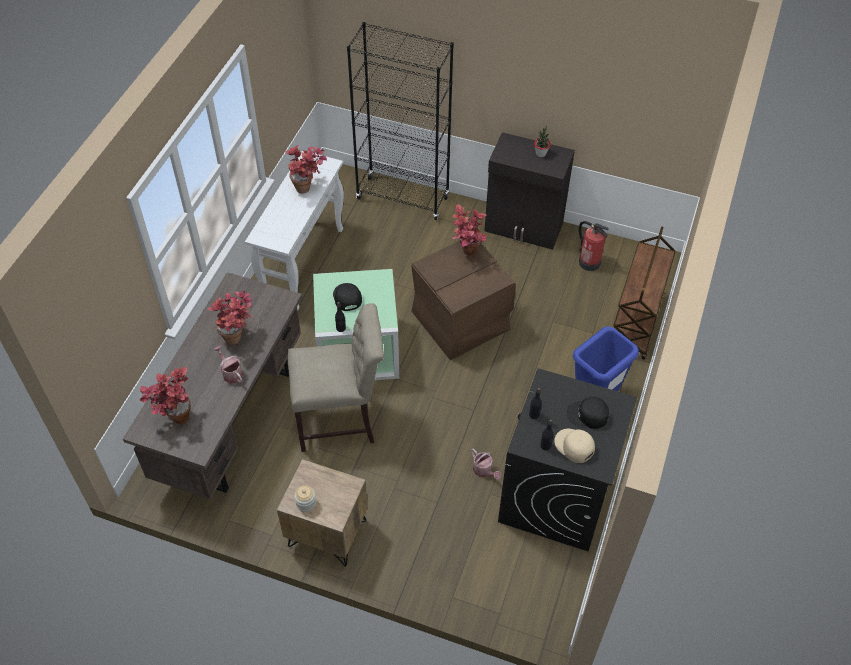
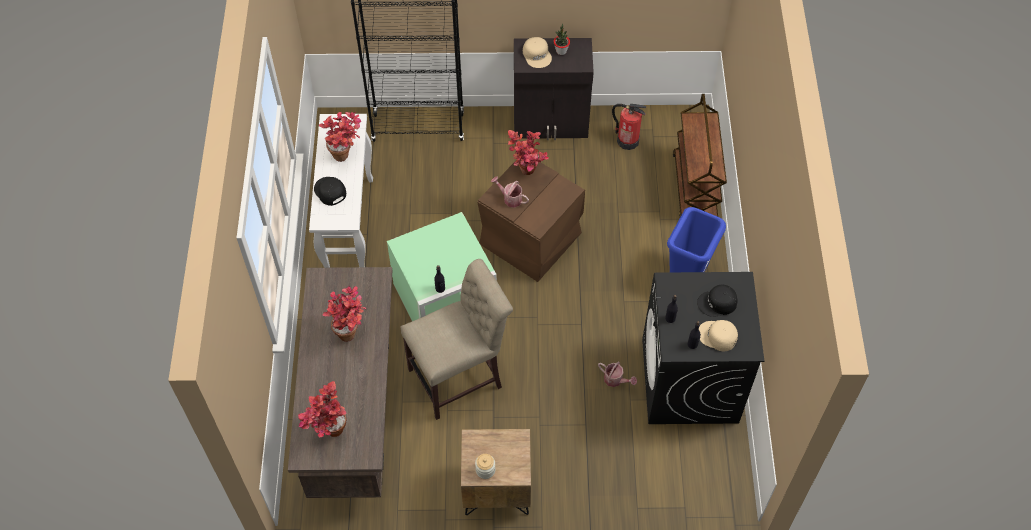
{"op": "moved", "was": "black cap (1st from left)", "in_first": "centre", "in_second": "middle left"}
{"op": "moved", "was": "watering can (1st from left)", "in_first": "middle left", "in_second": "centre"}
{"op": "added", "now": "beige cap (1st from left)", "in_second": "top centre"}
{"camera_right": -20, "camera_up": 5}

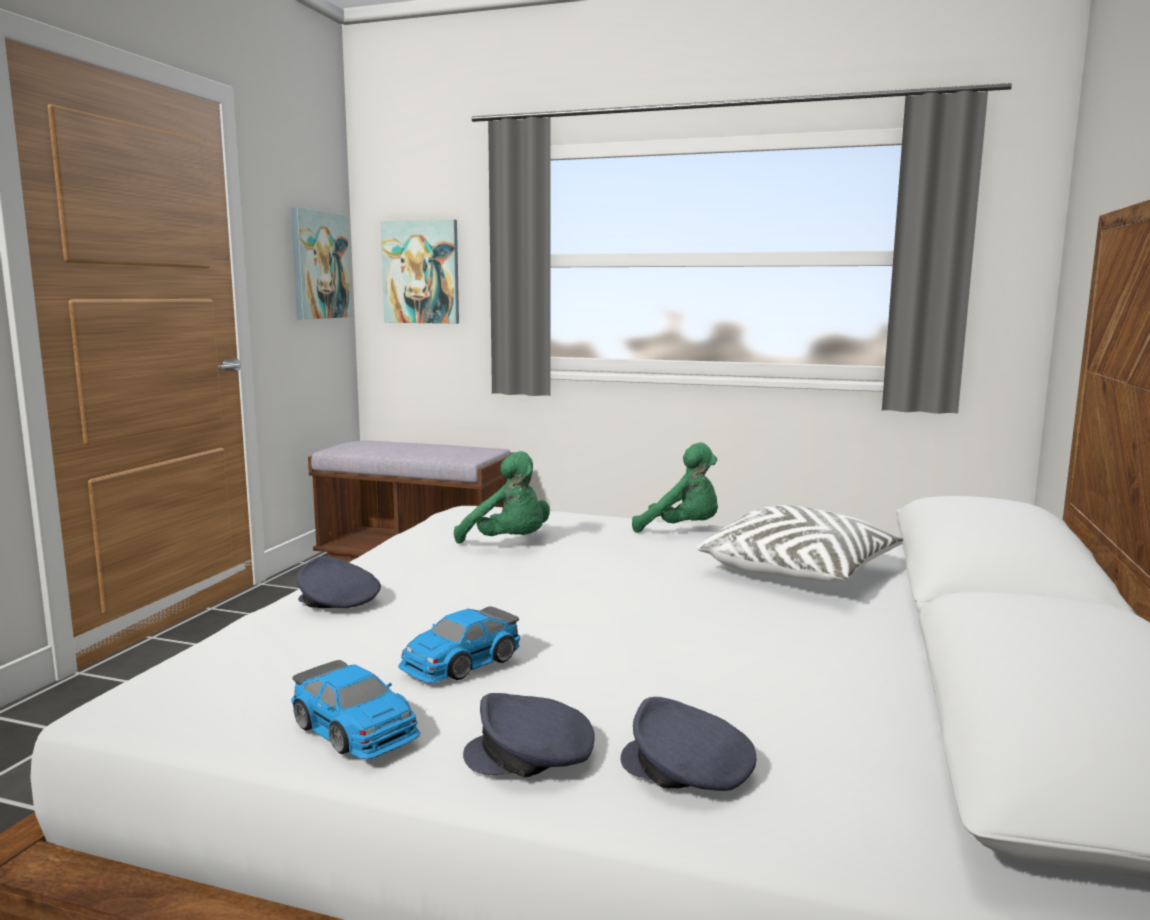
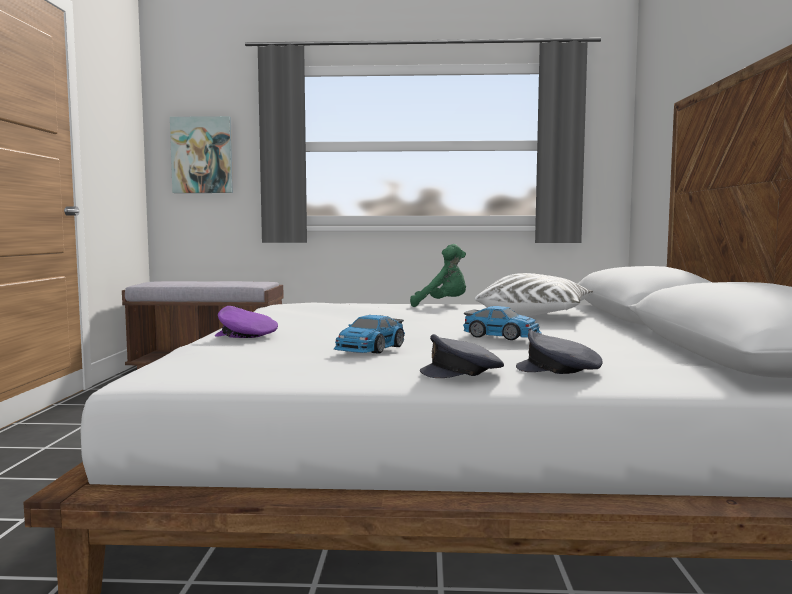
{"op": "recoloured", "was": "grey cap (1st from left)", "now": "purple cap", "in_first": "middle left", "in_second": "middle left"}
{"op": "moved", "was": "toy car (1st from left in the first image)", "now": "toy car (2nd from left)", "in_first": "bottom left", "in_second": "centre"}
{"op": "removed", "was": "picture (1st from left)", "in_first": "top left"}
{"op": "removed", "was": "green plush toy (1st from left)", "in_first": "centre"}
{"camera_right": -15, "camera_up": -5}

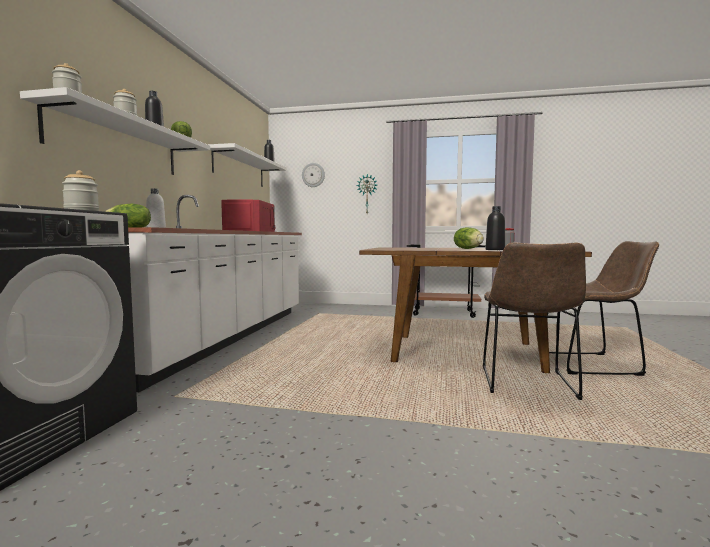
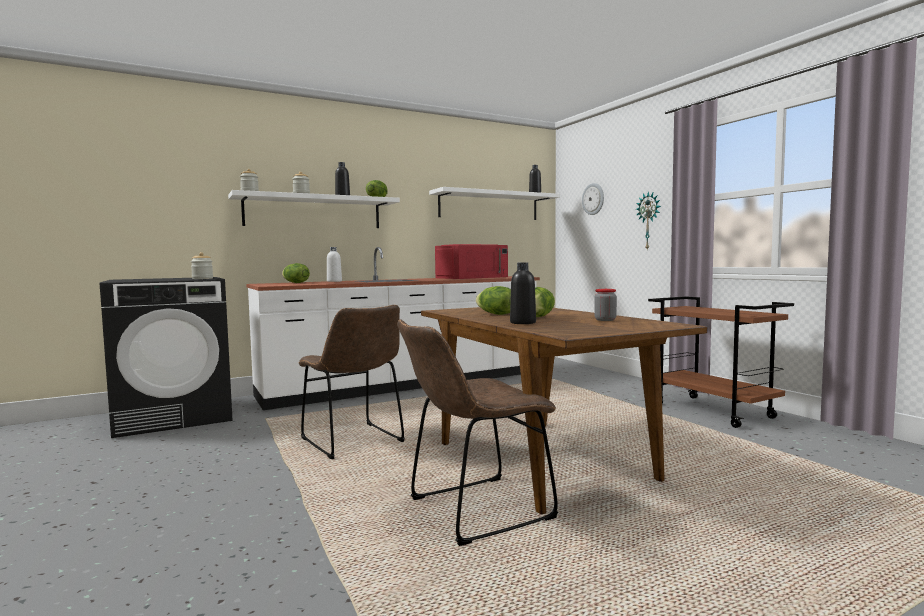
{"op": "moved", "was": "brown chair (2nd from left in the first image)", "now": "brown chair (1st from left)", "in_first": "middle right", "in_second": "centre"}
{"op": "added", "now": "lettuce (3rd from left)", "in_second": "centre"}
{"camera_right": 50, "camera_up": 0}

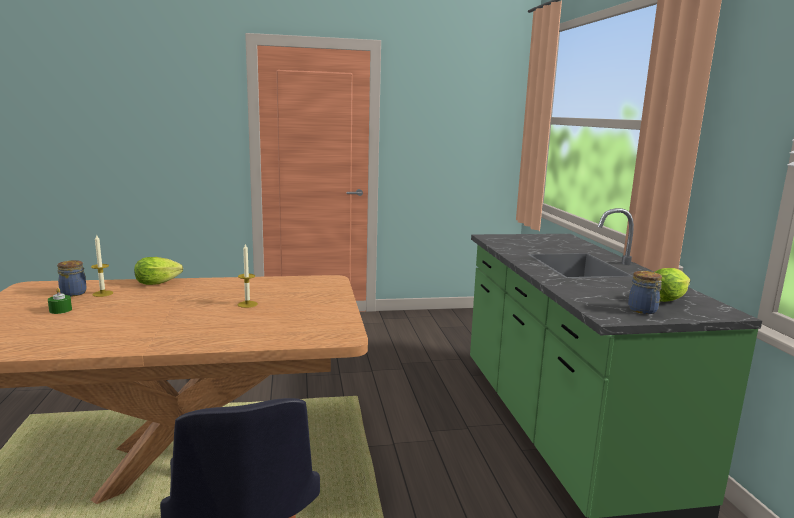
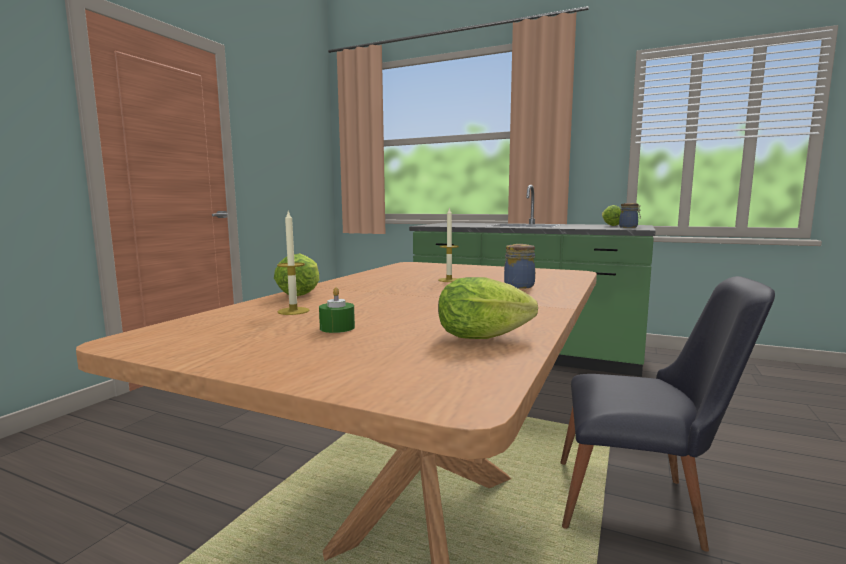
{"op": "added", "now": "lettuce (2nd from left)", "in_second": "centre"}
{"op": "moved", "was": "jar (1st from left)", "in_first": "middle left", "in_second": "centre"}
{"camera_right": -55, "camera_up": -5}

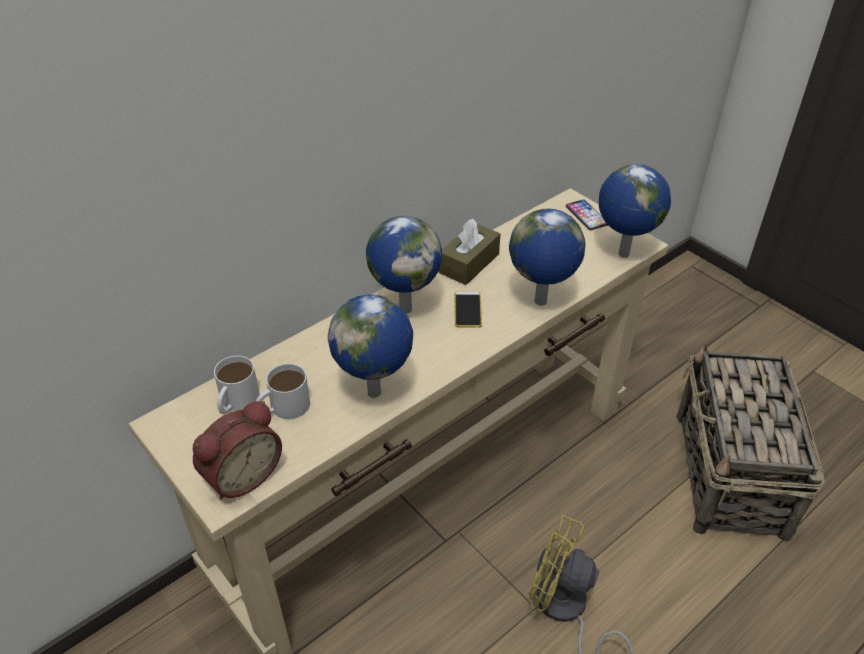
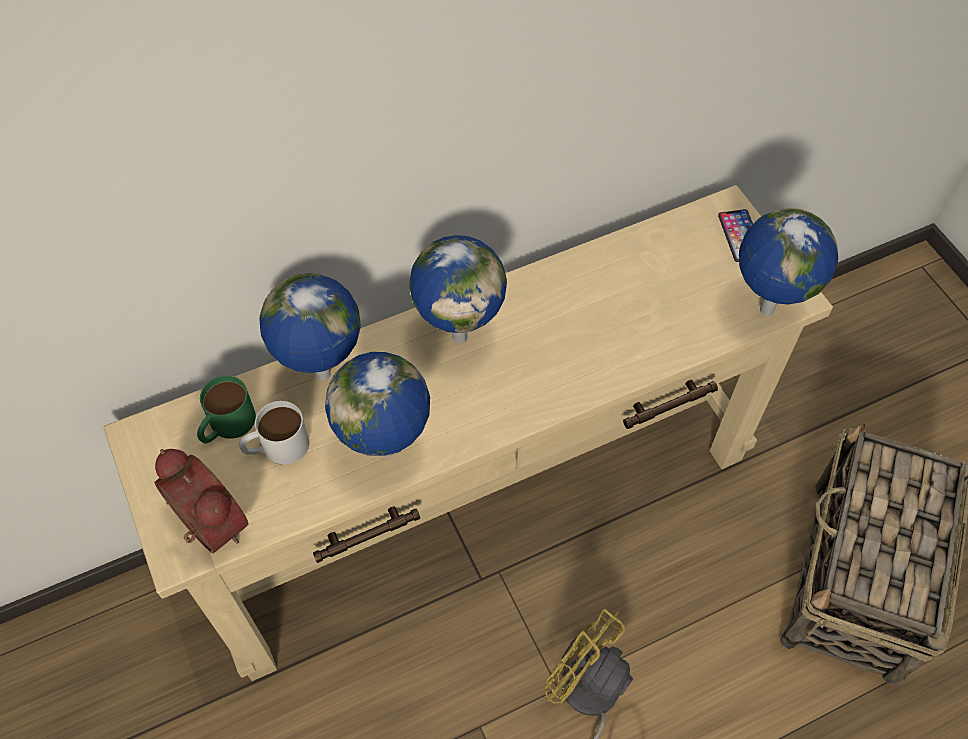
{"op": "turned", "was": "alarm clock", "in_first": "bottom left", "in_second": "bottom left", "clockwise": -105}
{"op": "recoloured", "was": "white mug (1st from left)", "now": "green mug", "in_first": "middle left", "in_second": "middle left"}
{"op": "moved", "was": "globe (3rd from left in the first image)", "now": "globe (1st from left)", "in_first": "centre", "in_second": "middle left"}
{"op": "removed", "was": "brown tissue box", "in_first": "centre"}
{"op": "removed", "was": "phone (1st from left)", "in_first": "centre"}
{"camera_right": 15, "camera_up": 15}

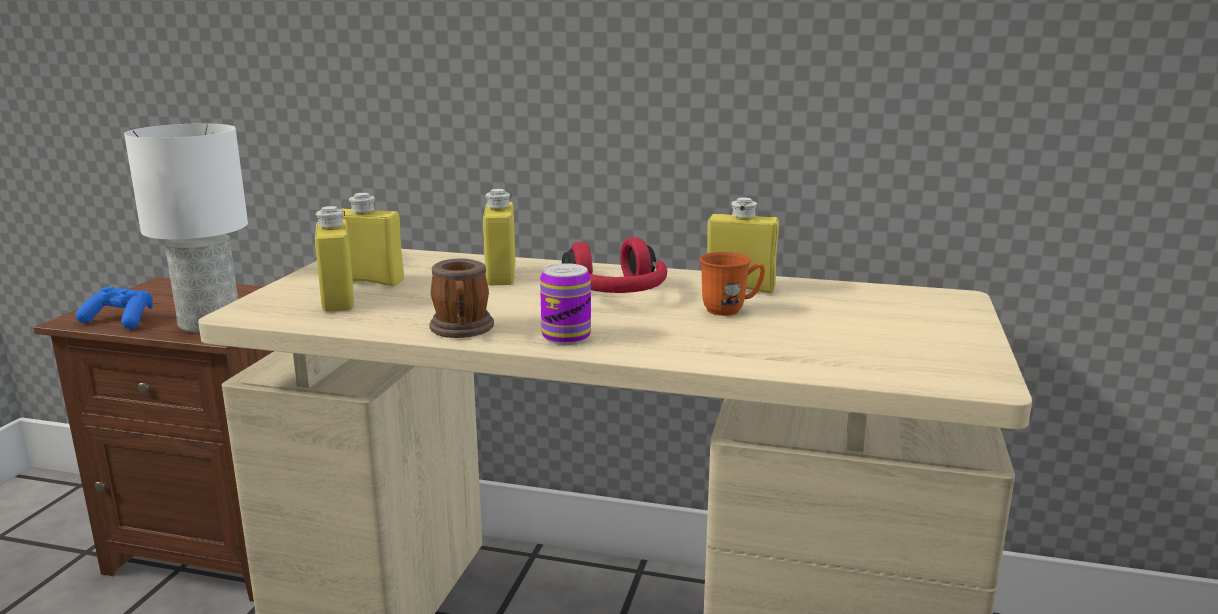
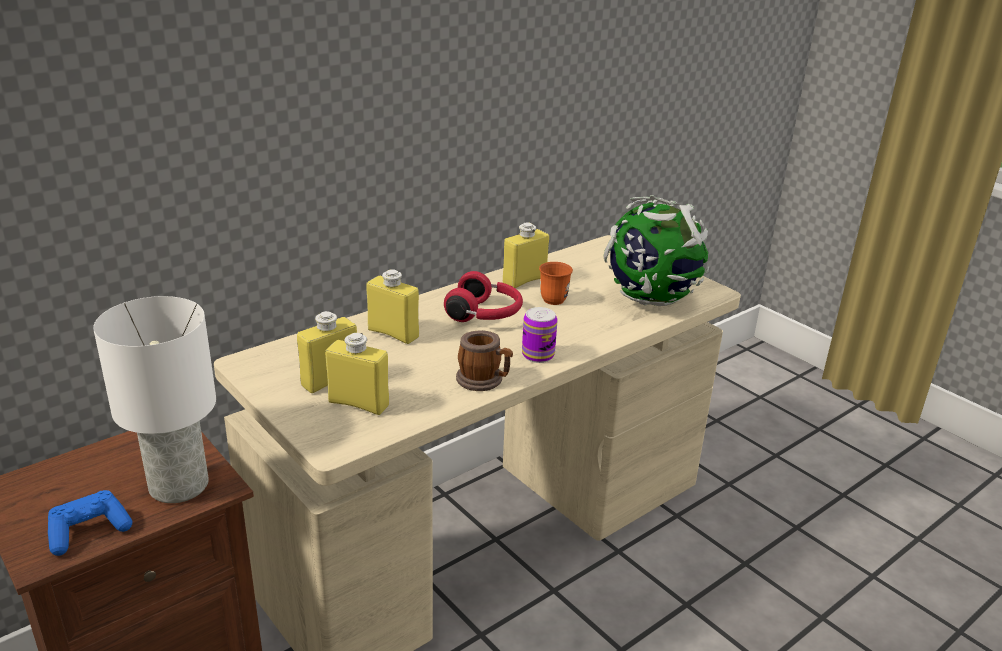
{"op": "added", "now": "globe", "in_second": "centre"}
{"camera_right": -55, "camera_up": 10}

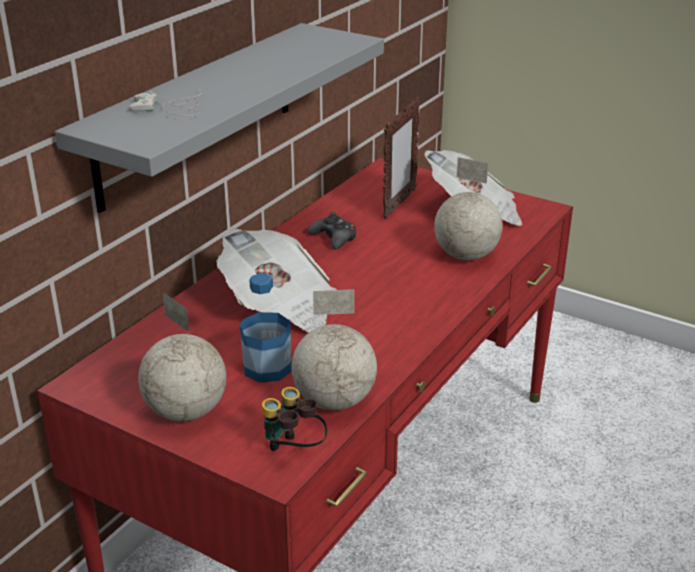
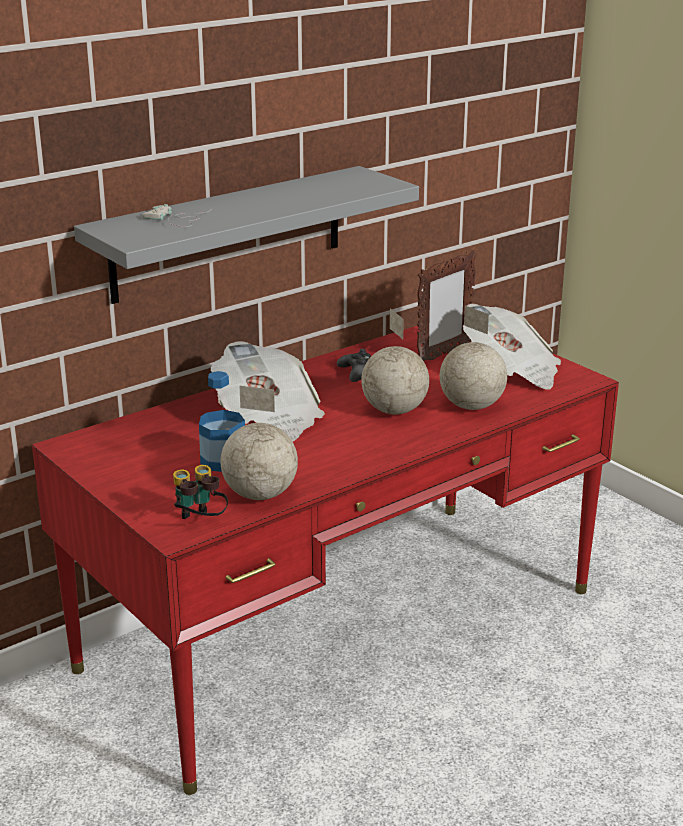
{"op": "moved", "was": "globe (1st from left in the first image)", "now": "globe (2nd from left)", "in_first": "middle left", "in_second": "centre"}
{"camera_right": 20, "camera_up": -5}

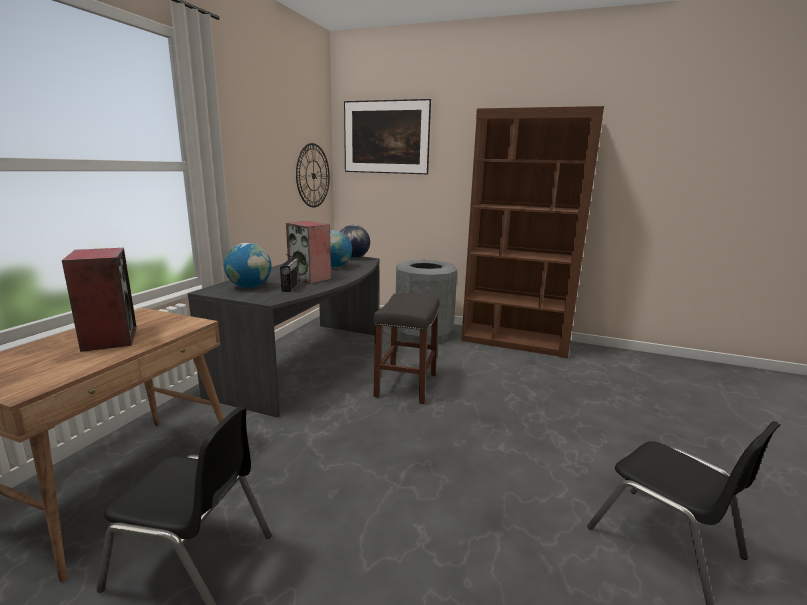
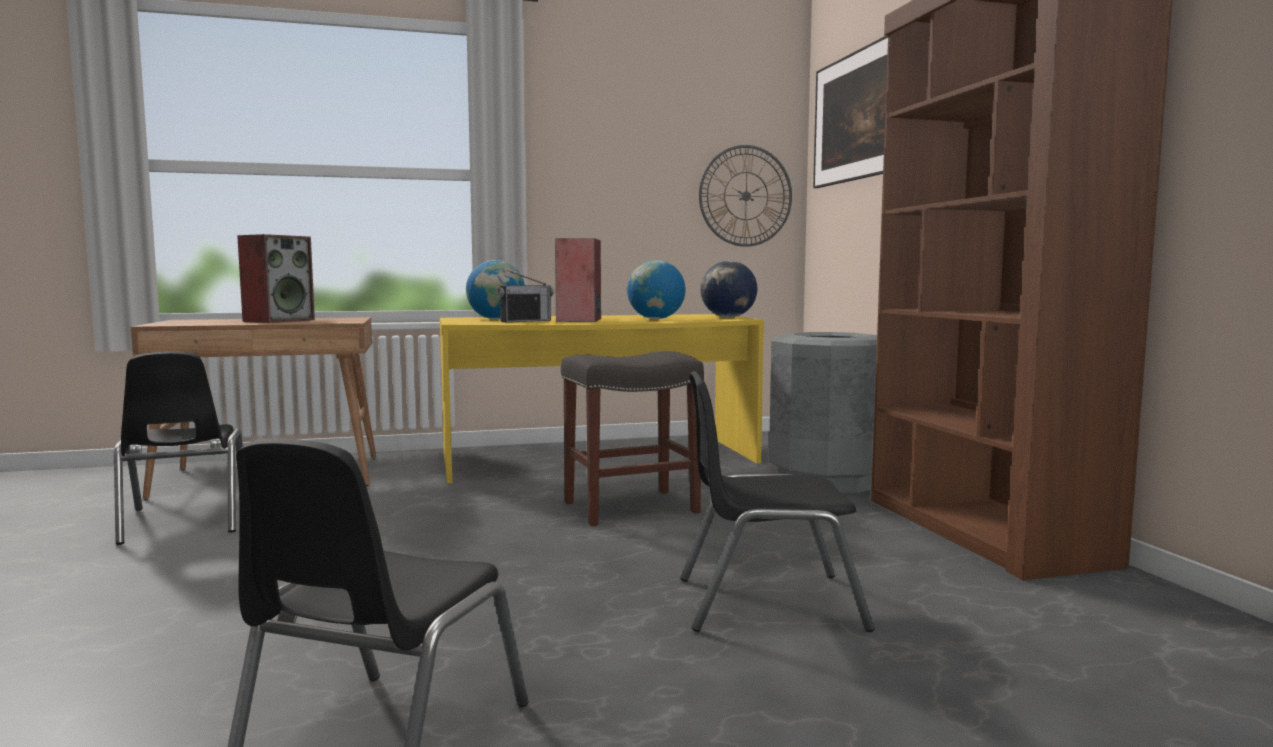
{"op": "recoloured", "was": "grey desk", "now": "yellow desk", "in_first": "centre", "in_second": "centre"}
{"op": "added", "now": "black chair (3rd from left)", "in_second": "bottom centre"}
{"camera_right": 55, "camera_up": -10}

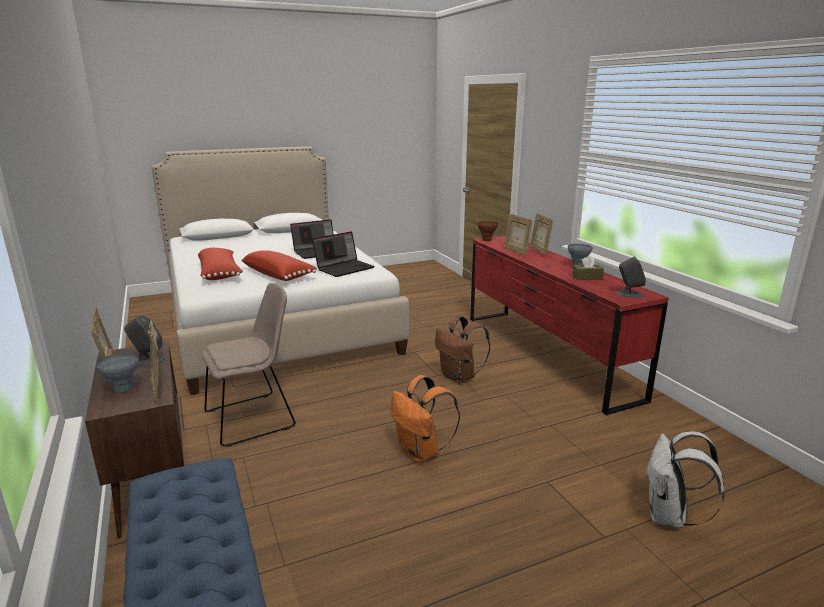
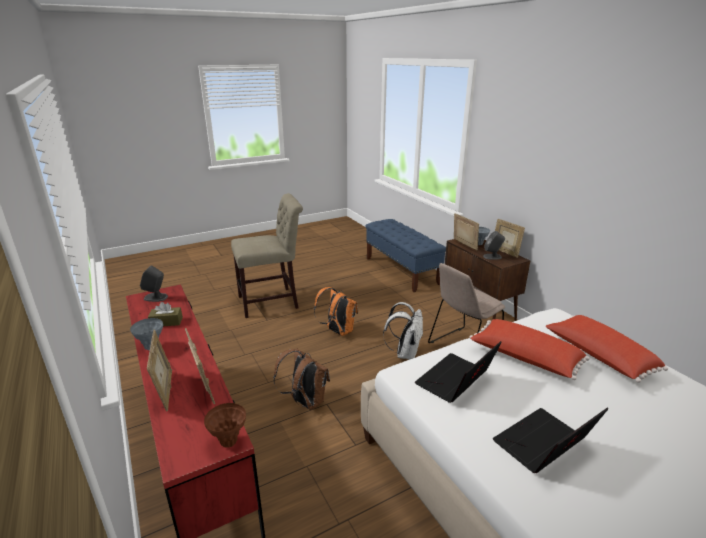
{"op": "added", "now": "beige chair (1st from left)", "in_second": "centre"}
{"op": "moved", "was": "white backpack", "in_first": "bottom right", "in_second": "centre"}
{"camera_right": 175, "camera_up": 5}

